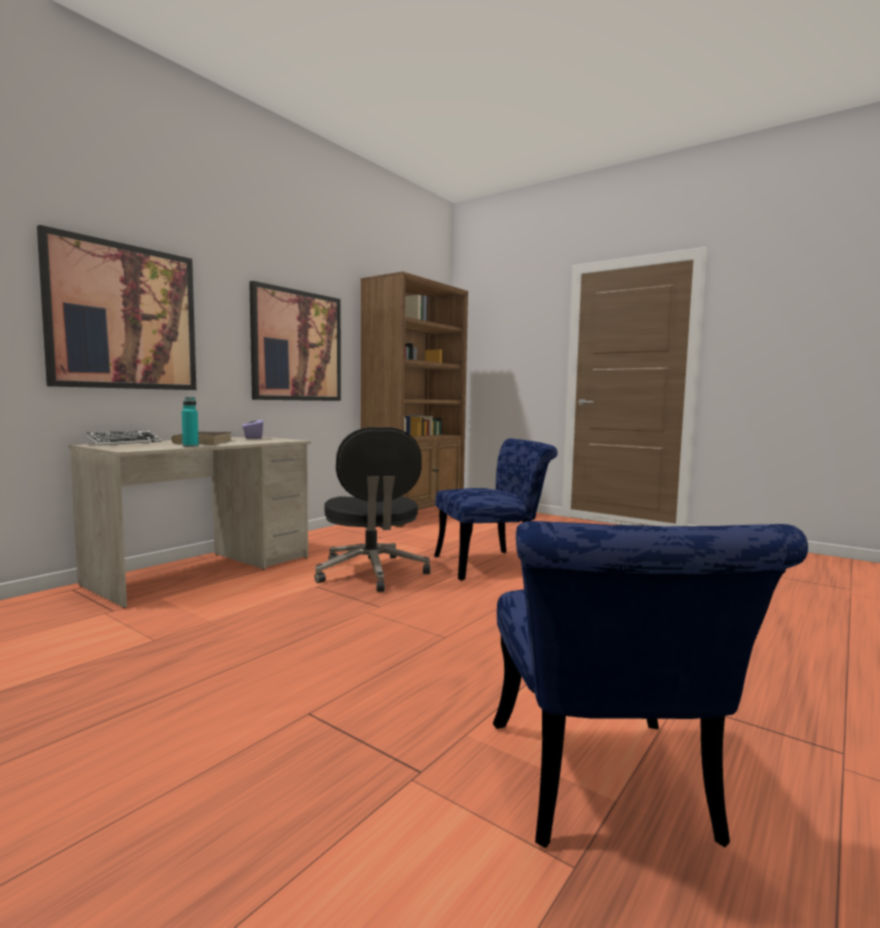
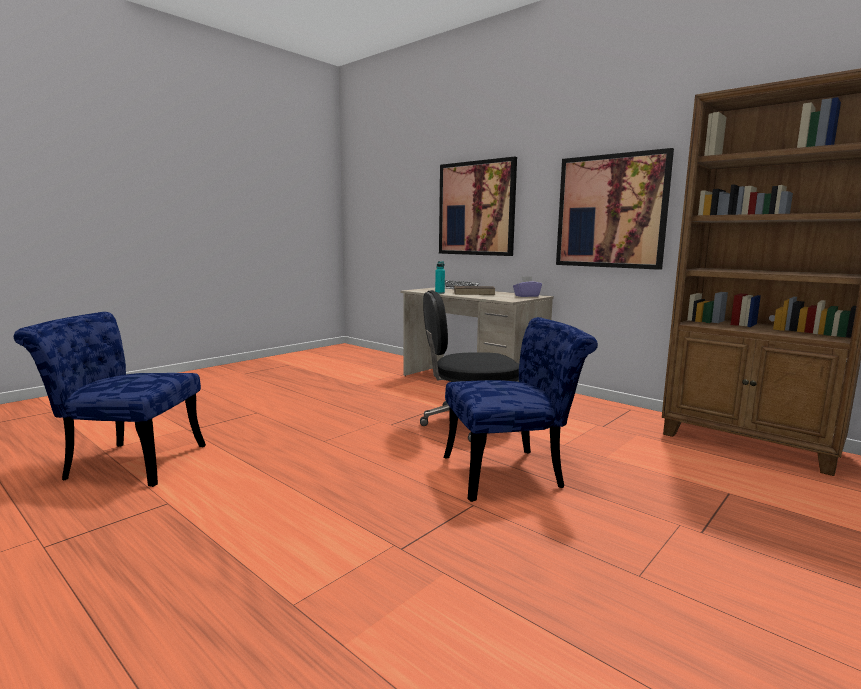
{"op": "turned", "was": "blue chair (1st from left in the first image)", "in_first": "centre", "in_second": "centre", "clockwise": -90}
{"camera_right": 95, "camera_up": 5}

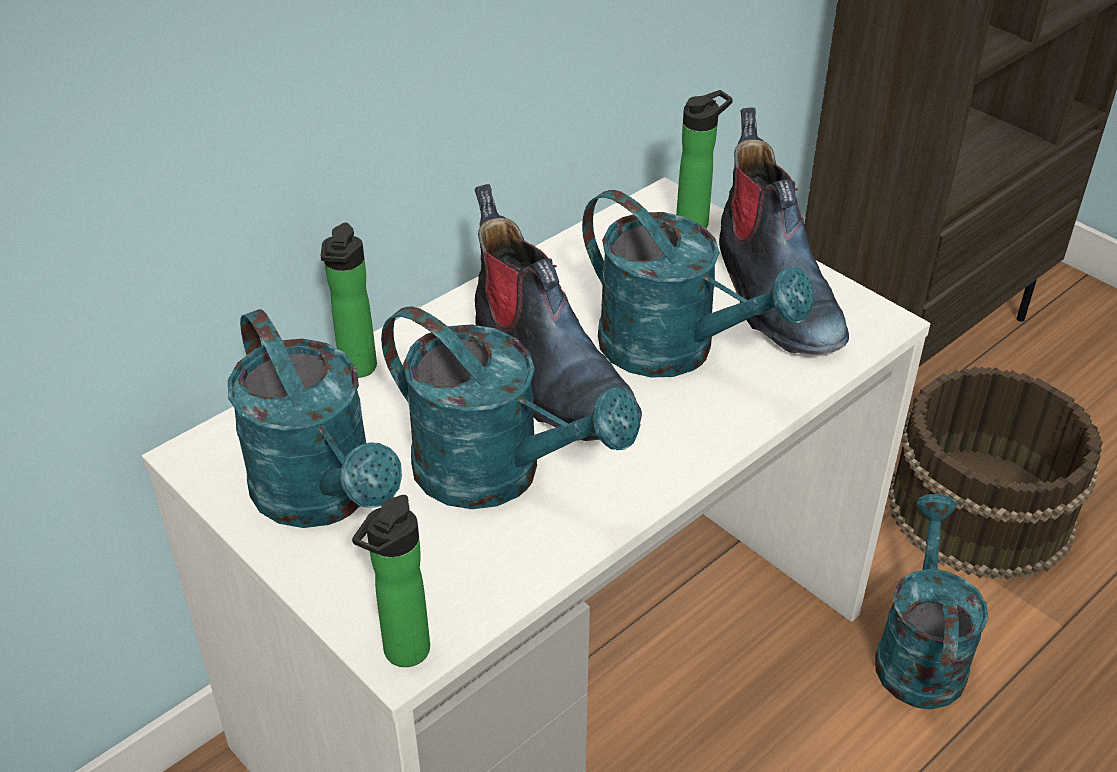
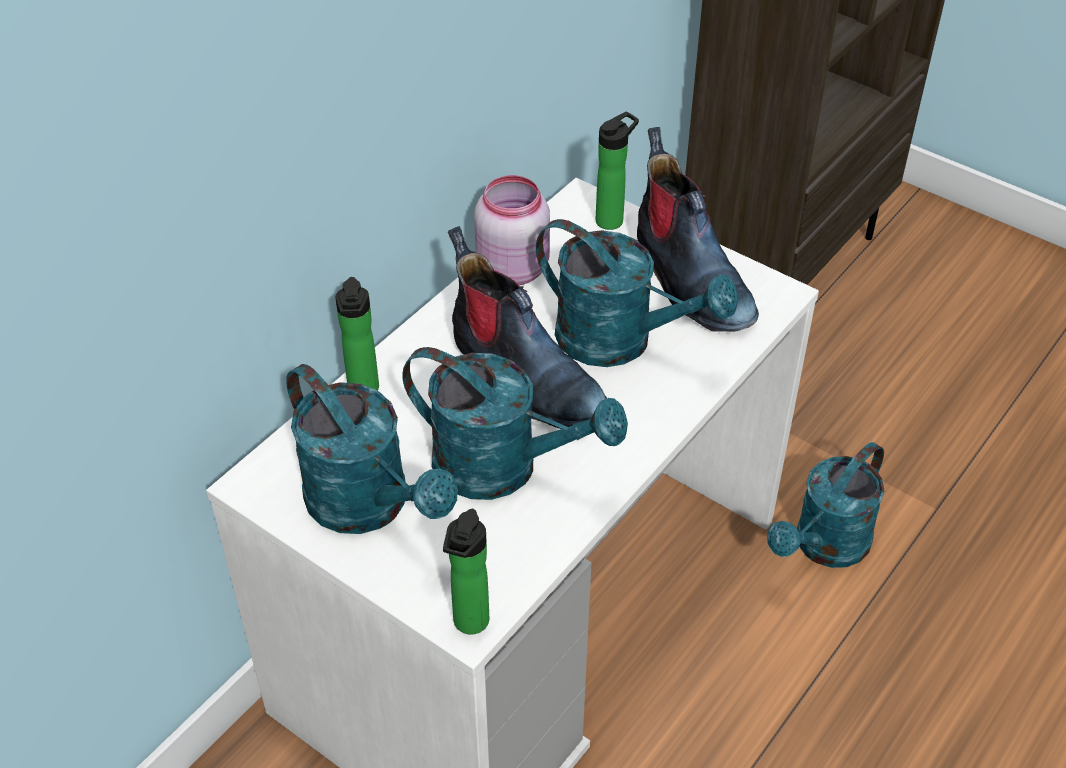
{"op": "added", "now": "pink jar", "in_second": "top centre"}
{"op": "turned", "was": "turquoise watering can (4th from left)", "in_first": "bottom right", "in_second": "middle right", "clockwise": -135}
{"op": "removed", "was": "brown bucket", "in_first": "middle right"}
{"camera_right": -10, "camera_up": 5}

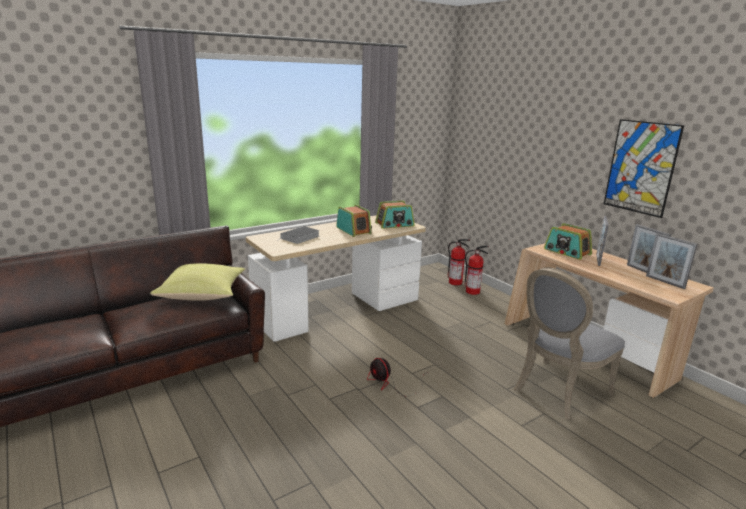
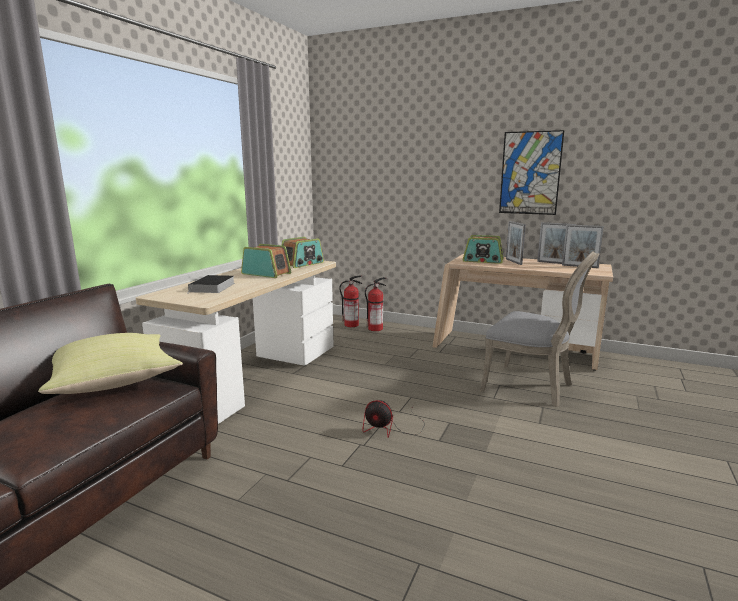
{"op": "turned", "was": "grey chair", "in_first": "bottom right", "in_second": "middle right", "clockwise": -75}
{"camera_right": -30, "camera_up": -5}

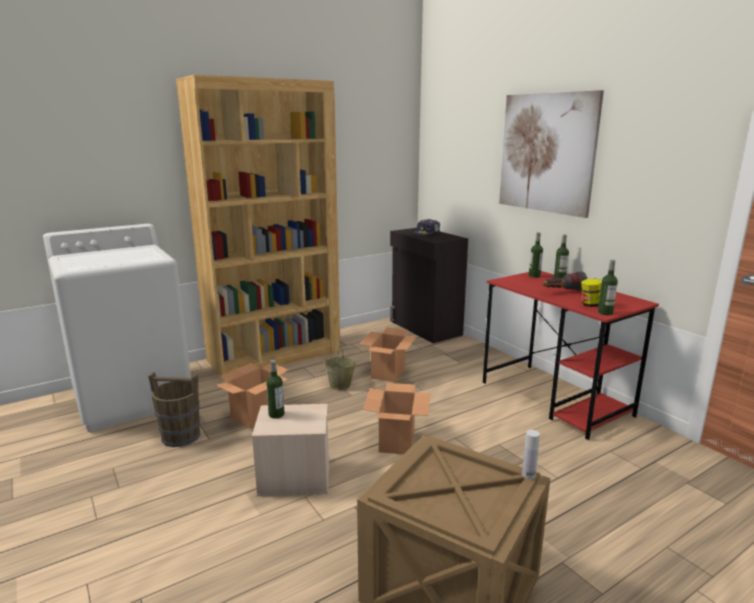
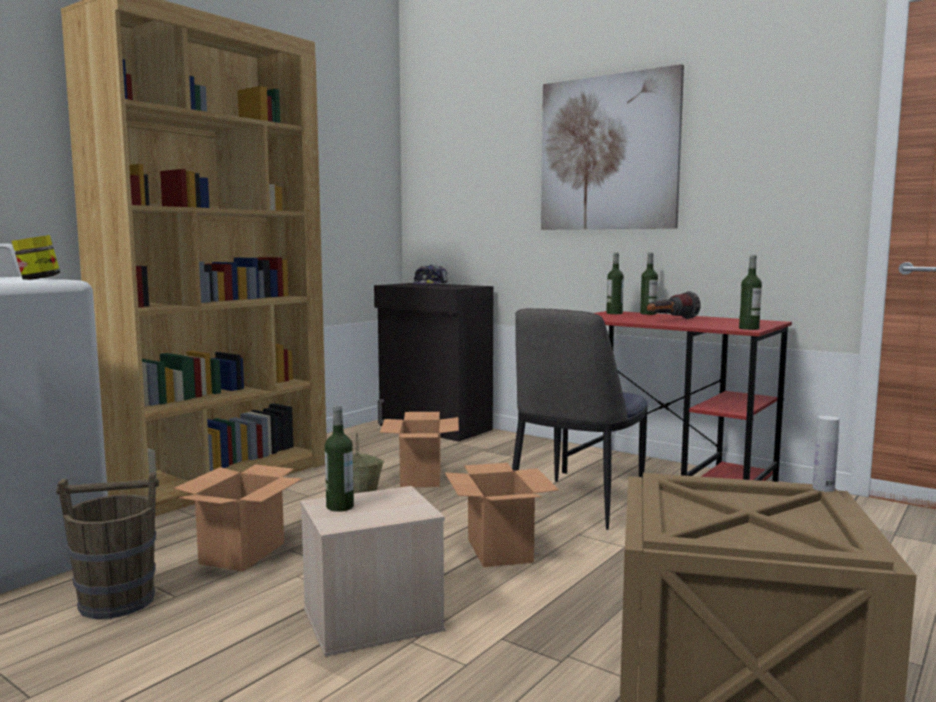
{"op": "moved", "was": "jar", "in_first": "middle right", "in_second": "middle left"}
{"op": "added", "now": "chair", "in_second": "centre"}
{"camera_right": -20, "camera_up": -10}

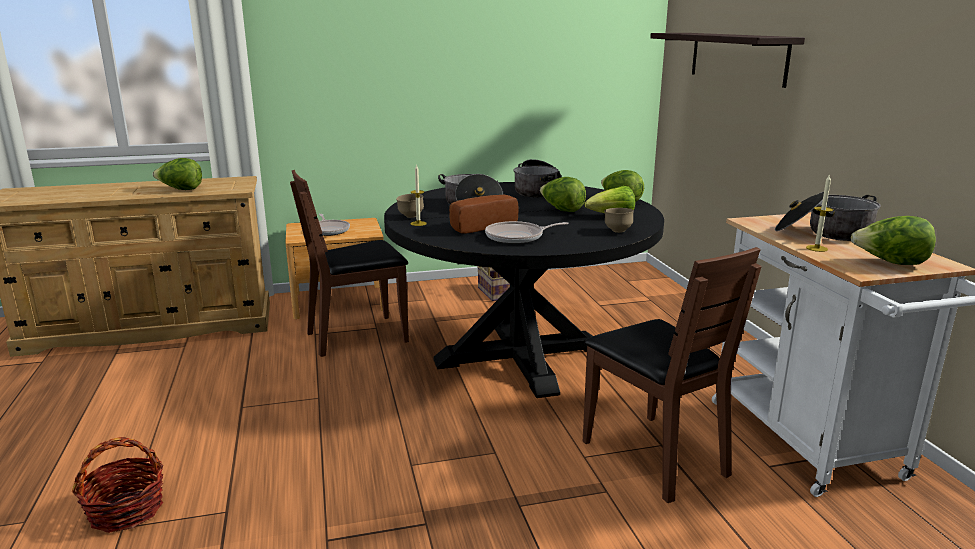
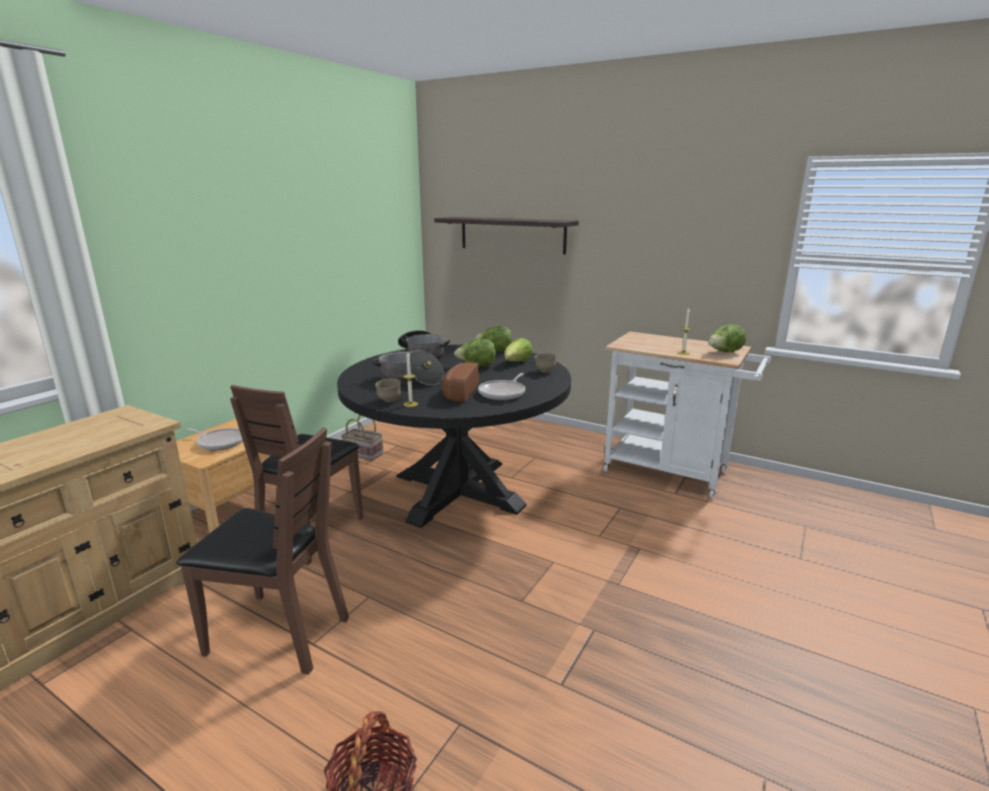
{"op": "moved", "was": "brown chair (2nd from left in the first image)", "now": "brown chair (1st from left)", "in_first": "bottom right", "in_second": "bottom left"}
{"op": "removed", "was": "lettuce (1st from left)", "in_first": "top left"}
{"op": "removed", "was": "cooking pot (3rd from left)", "in_first": "middle right"}
{"camera_right": -45, "camera_up": 0}

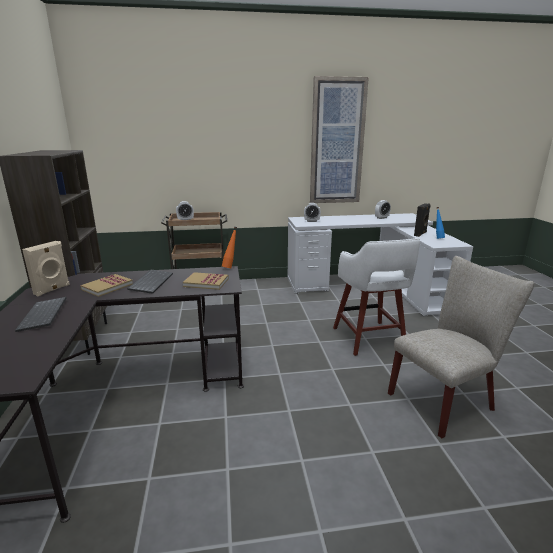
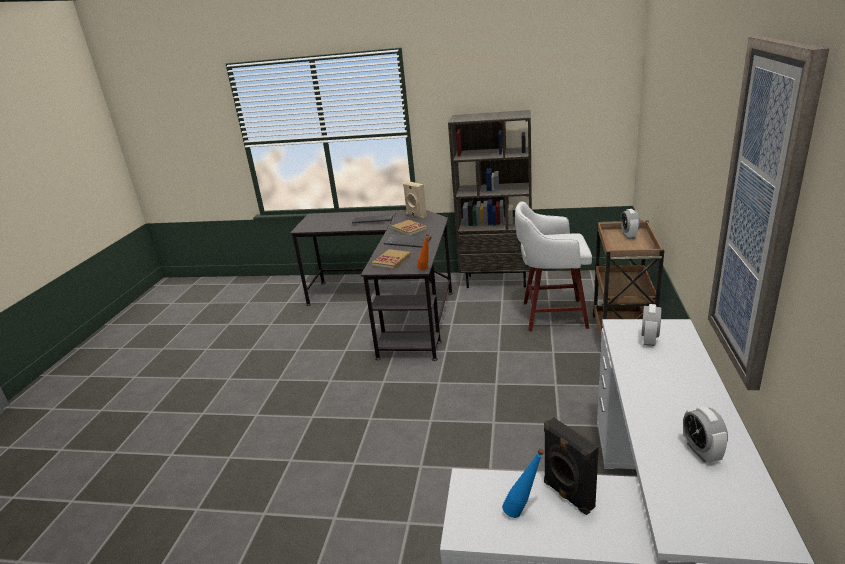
{"op": "moved", "was": "white stool", "in_first": "middle right", "in_second": "centre"}
{"op": "removed", "was": "beige chair", "in_first": "middle right"}
{"camera_right": 110, "camera_up": 5}

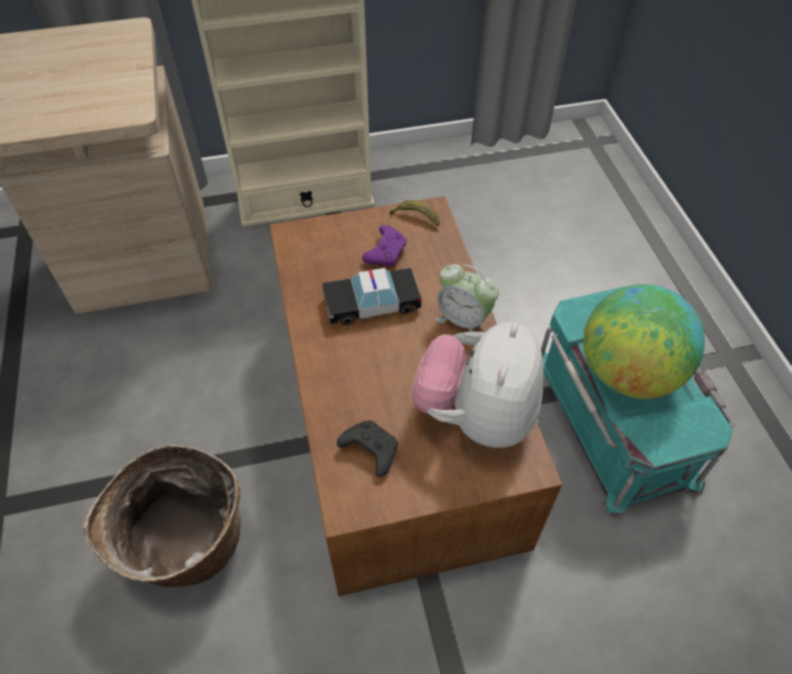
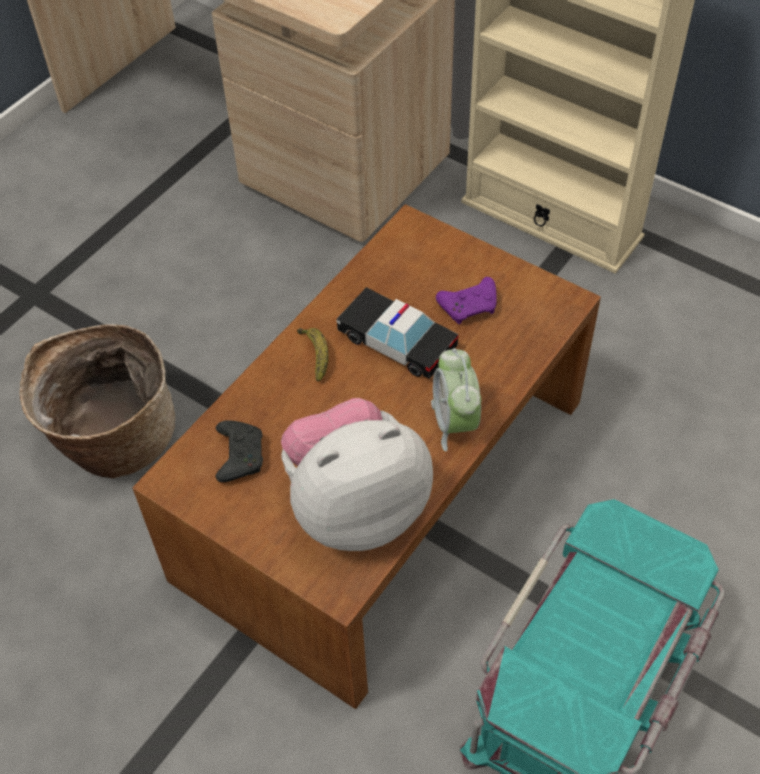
{"op": "moved", "was": "banana", "in_first": "top centre", "in_second": "centre"}
{"op": "removed", "was": "globe", "in_first": "middle right"}
{"camera_right": 50, "camera_up": 0}

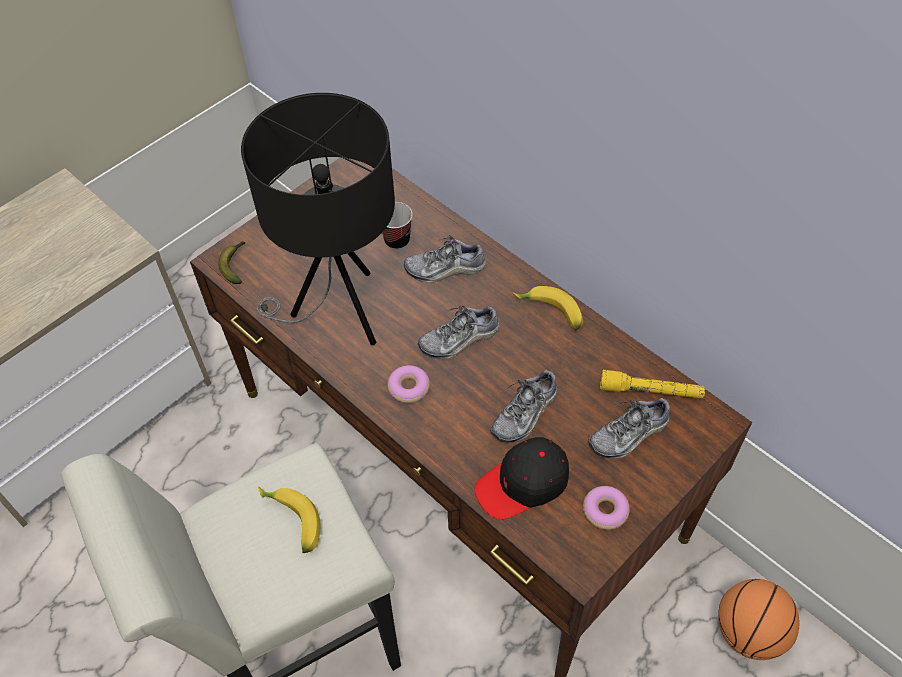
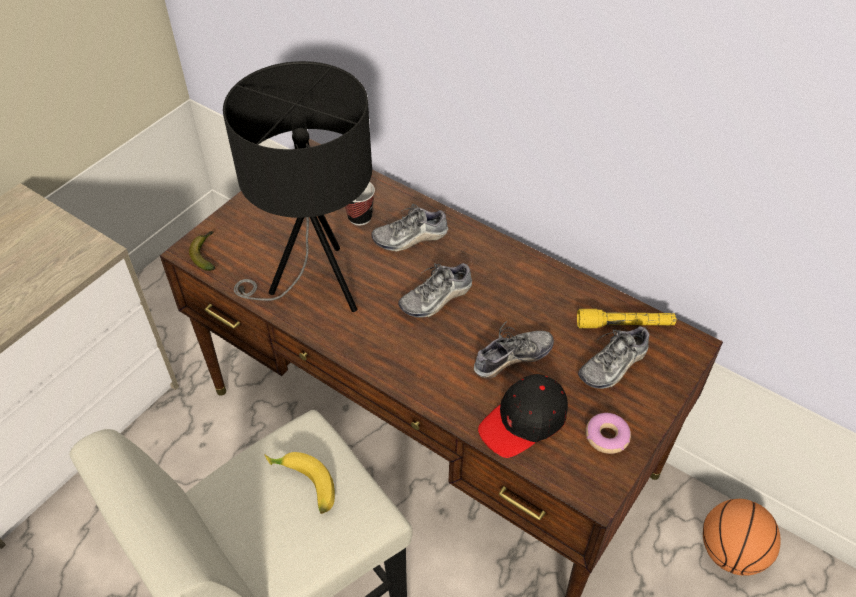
{"op": "turned", "was": "shoe (3rd from left)", "in_first": "centre", "in_second": "centre", "clockwise": -150}
{"op": "removed", "was": "donut (1st from left)", "in_first": "centre"}
{"op": "removed", "was": "banana (3rd from left)", "in_first": "centre"}
{"camera_right": -10, "camera_up": -5}

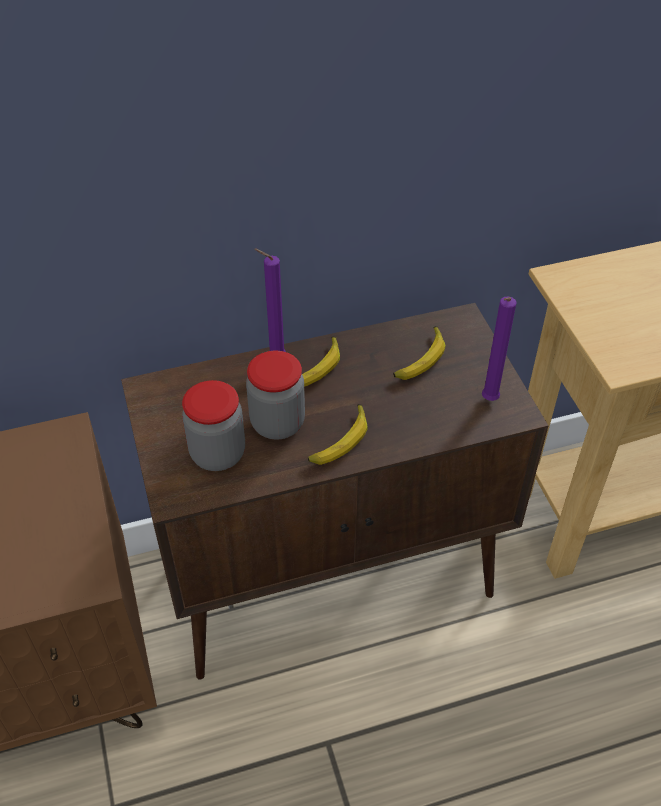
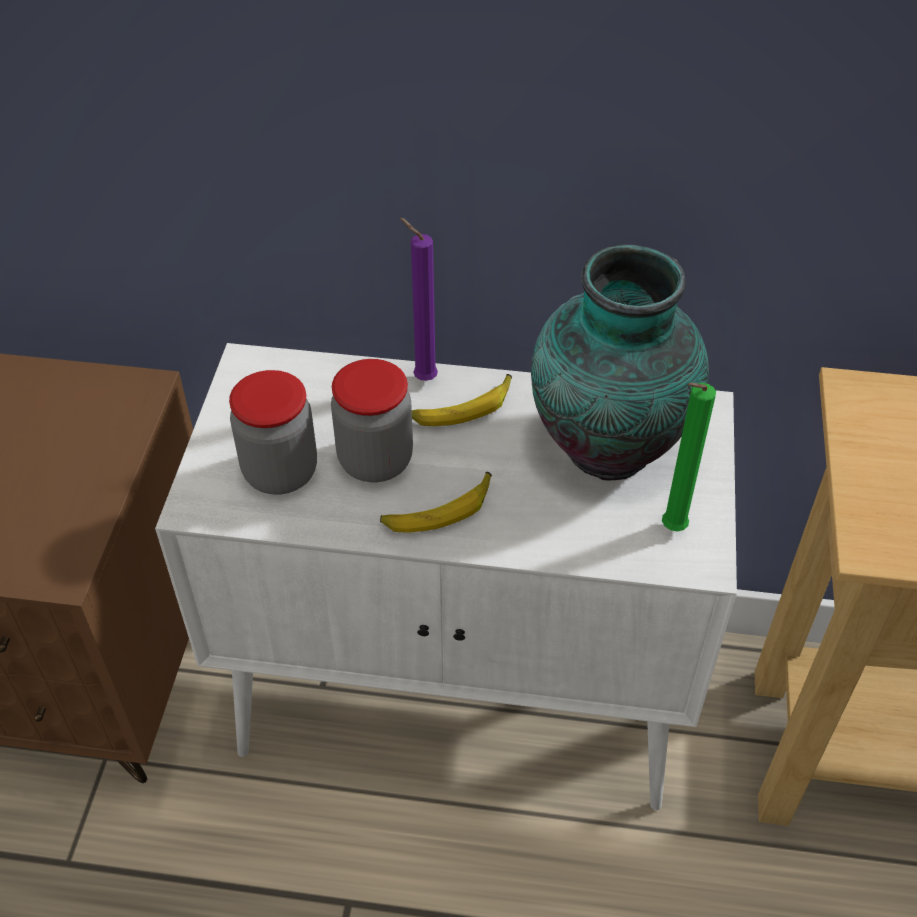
{"op": "recoloured", "was": "brown cabinet", "now": "white cabinet", "in_first": "centre", "in_second": "centre"}
{"op": "replaced", "was": "banana (3rd from left)", "now": "vase", "in_first": "centre", "in_second": "middle right"}
{"op": "recoloured", "was": "purple candle (2nd from left)", "now": "green candle", "in_first": "middle right", "in_second": "middle right"}
{"camera_right": 25, "camera_up": 0}

